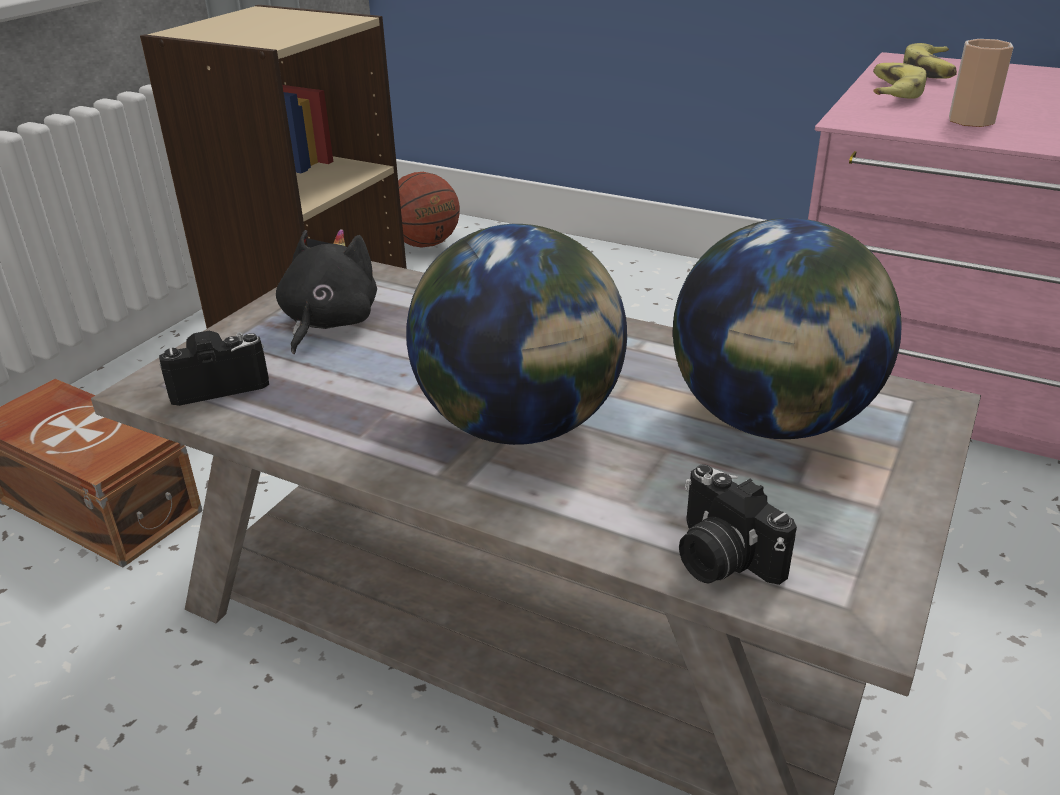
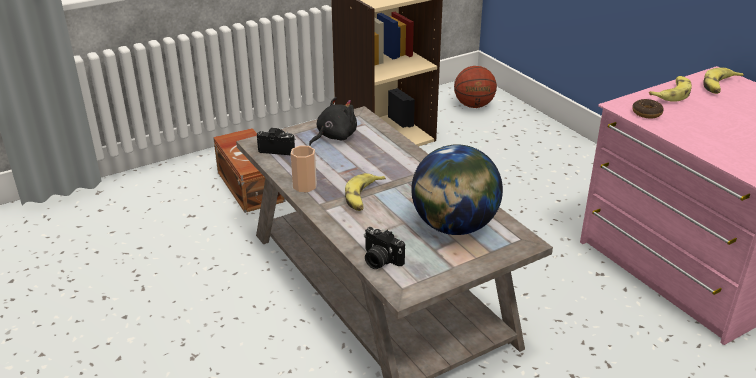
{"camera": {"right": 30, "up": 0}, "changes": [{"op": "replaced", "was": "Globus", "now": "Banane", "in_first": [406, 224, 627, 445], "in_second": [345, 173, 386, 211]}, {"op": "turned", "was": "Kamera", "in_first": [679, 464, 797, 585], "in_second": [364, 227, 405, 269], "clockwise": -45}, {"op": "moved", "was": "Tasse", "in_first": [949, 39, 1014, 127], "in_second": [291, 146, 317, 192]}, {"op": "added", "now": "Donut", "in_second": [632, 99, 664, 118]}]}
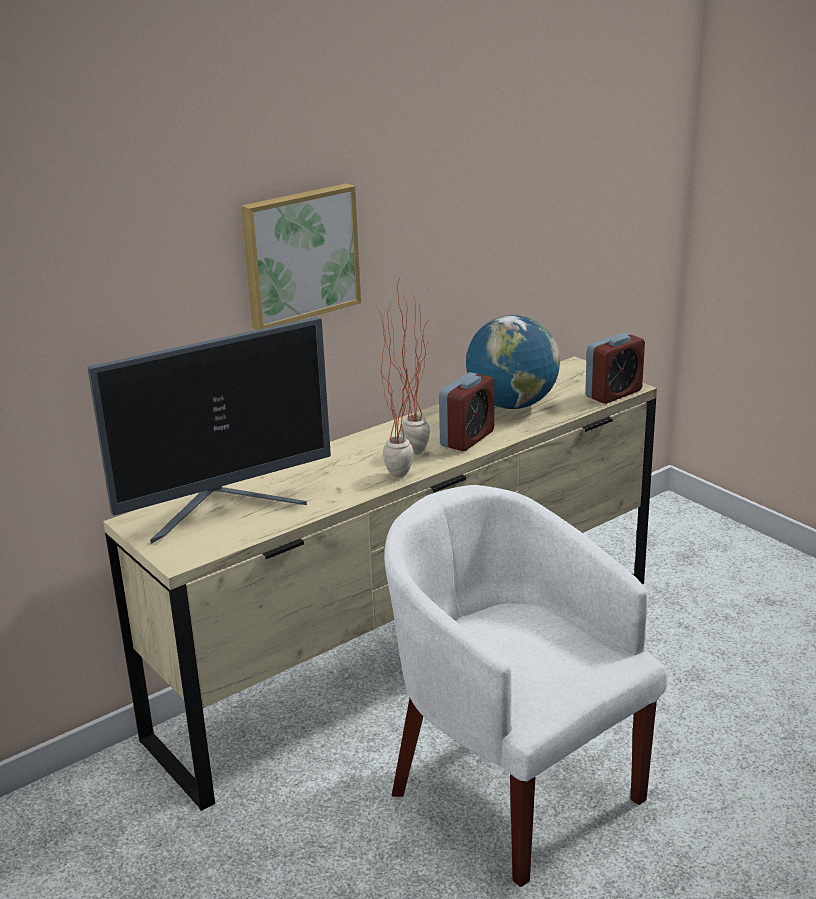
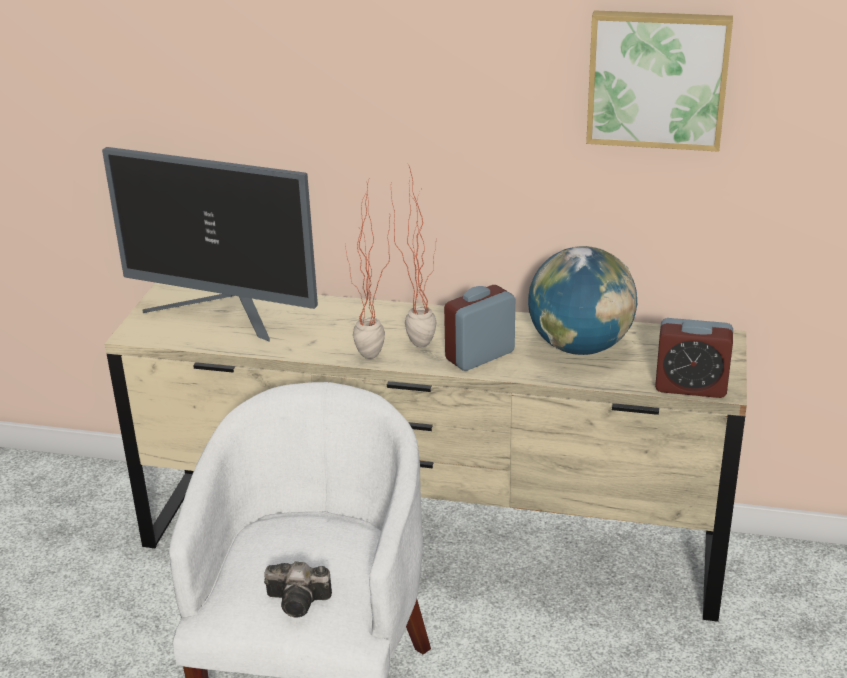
{"camera": {"right": 50, "up": 5}, "changes": [{"op": "moved", "was": "Bild", "in_first": [241, 183, 361, 330], "in_second": [586, 10, 733, 152]}, {"op": "turned", "was": "Wecker", "in_first": [439, 372, 494, 451], "in_second": [444, 285, 515, 371], "clockwise": 150}, {"op": "added", "now": "Kamera", "in_second": [264, 561, 332, 618]}]}
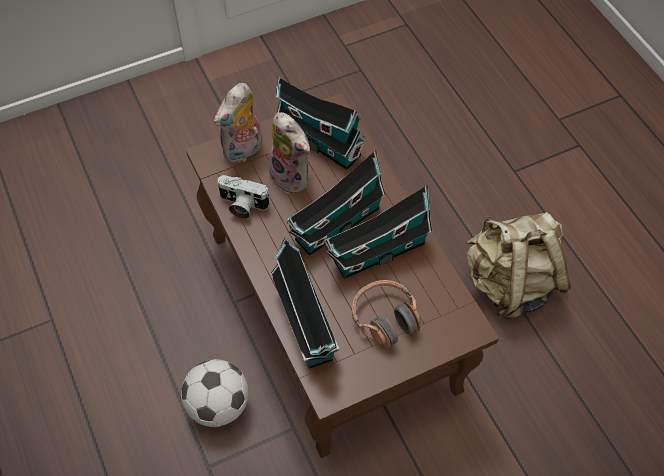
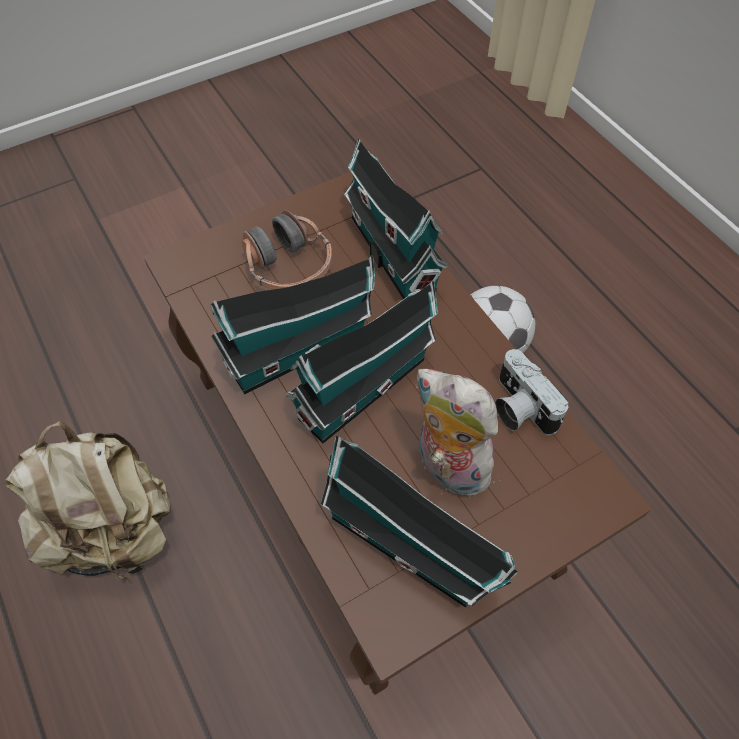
{"camera": {"right": 175, "up": 0}, "changes": [{"op": "removed", "was": "Plüschtier", "in_first": [214, 83, 263, 163]}, {"op": "turned", "was": "Kamera", "in_first": [217, 175, 270, 219], "in_second": [495, 349, 569, 435], "clockwise": -135}]}
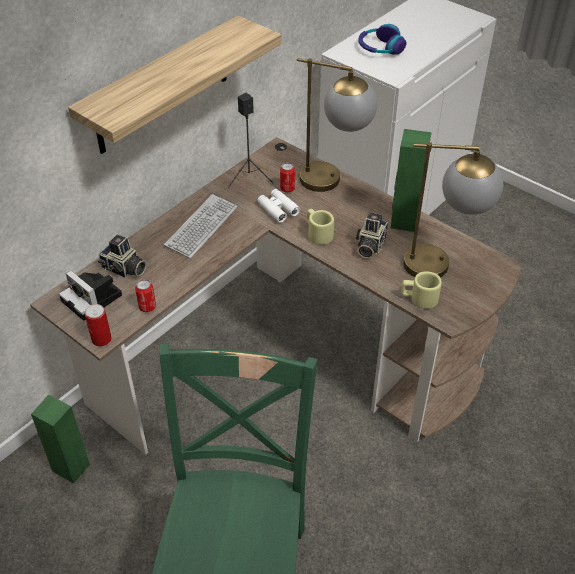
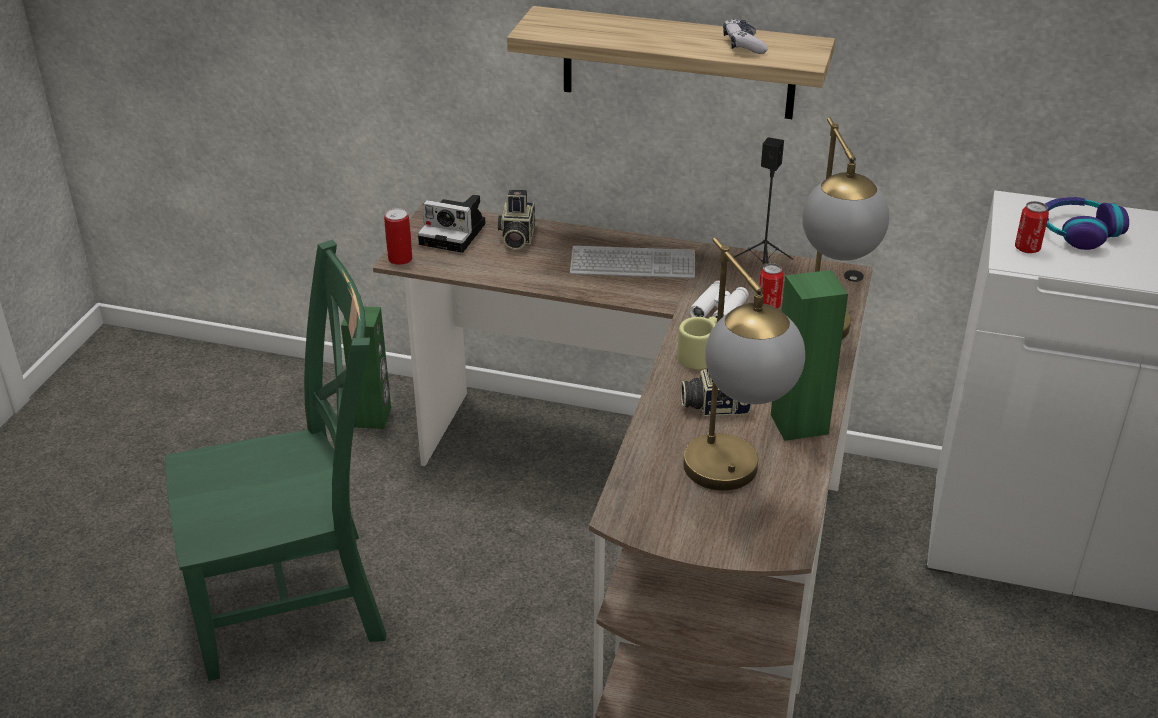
{"camera": {"right": 65, "up": -10}, "changes": [{"op": "turned", "was": "Kamera", "in_first": [59, 270, 122, 321], "in_second": [418, 194, 485, 253], "clockwise": -90}, {"op": "moved", "was": "Dose", "in_first": [135, 279, 156, 312], "in_second": [1015, 201, 1049, 253]}, {"op": "removed", "was": "Henkelbecher/beige", "in_first": [401, 271, 442, 309]}, {"op": "added", "now": "Gamepad", "in_second": [723, 19, 768, 54]}]}
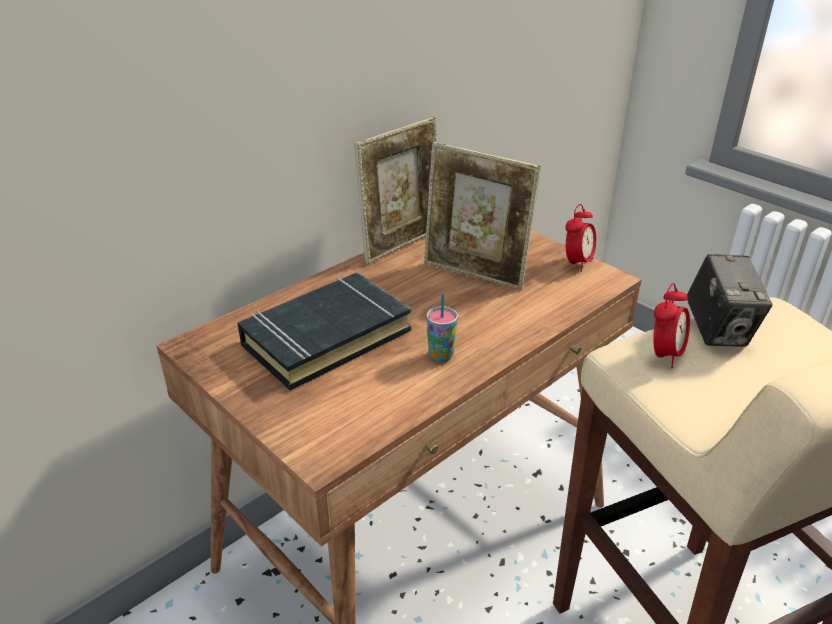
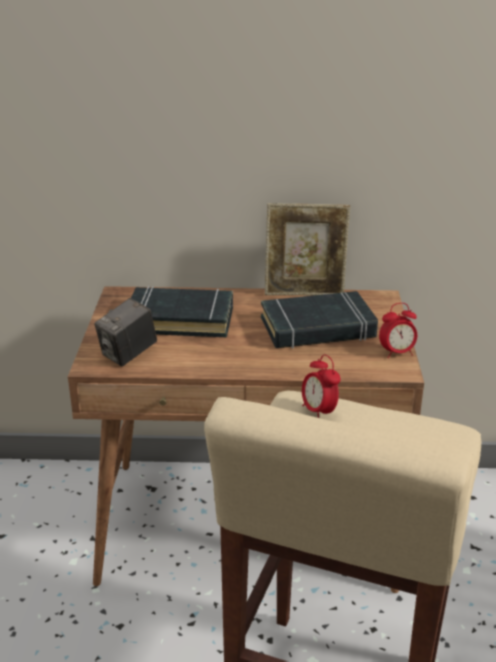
{"camera": {"right": 45, "up": -5}, "changes": [{"op": "replaced", "was": "Bilderrahmen", "now": "Buch/schwarz", "in_first": [424, 142, 541, 290], "in_second": [261, 291, 378, 349]}, {"op": "removed", "was": "Tasse", "in_first": [426, 293, 458, 362]}, {"op": "turned", "was": "Wecker", "in_first": [653, 283, 690, 368], "in_second": [302, 354, 341, 418], "clockwise": 75}, {"op": "moved", "was": "Kamera", "in_first": [687, 254, 773, 347], "in_second": [94, 298, 157, 366]}]}
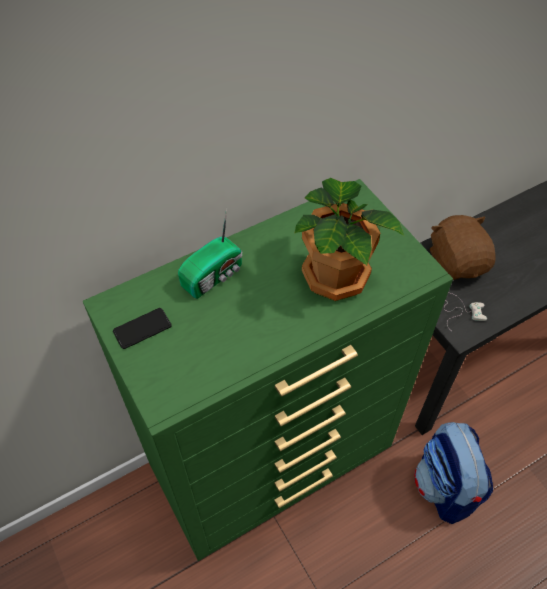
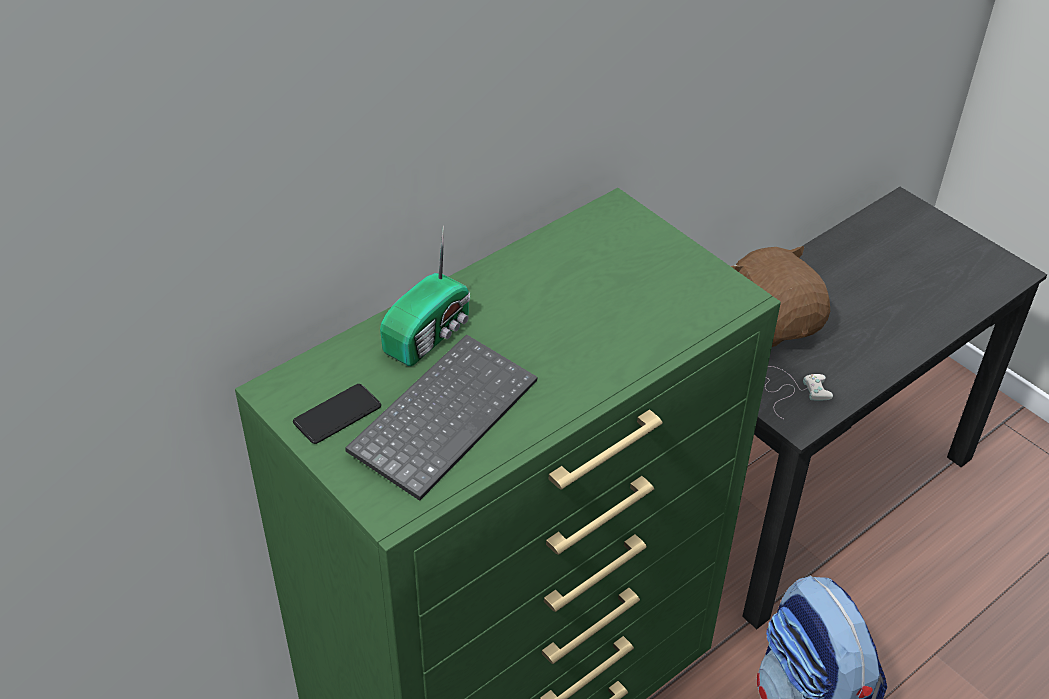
{"camera": {"right": -10, "up": -10}, "changes": [{"op": "removed", "was": "Topfpflanze", "in_first": [294, 178, 404, 301]}, {"op": "added", "now": "Tastatur", "in_second": [345, 334, 538, 501]}]}
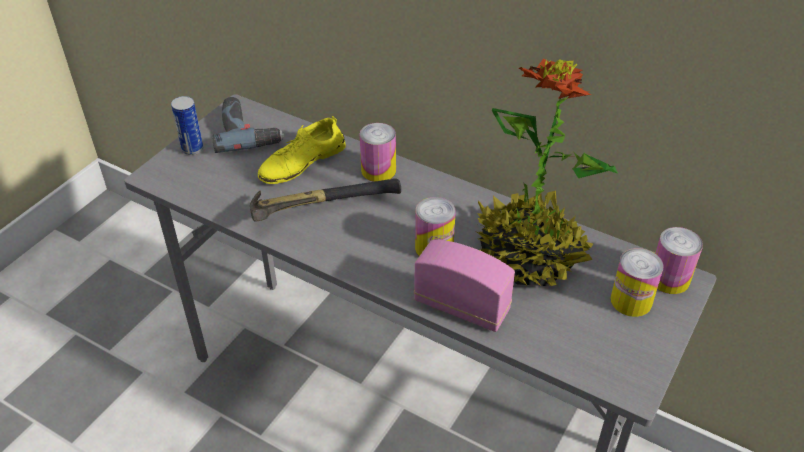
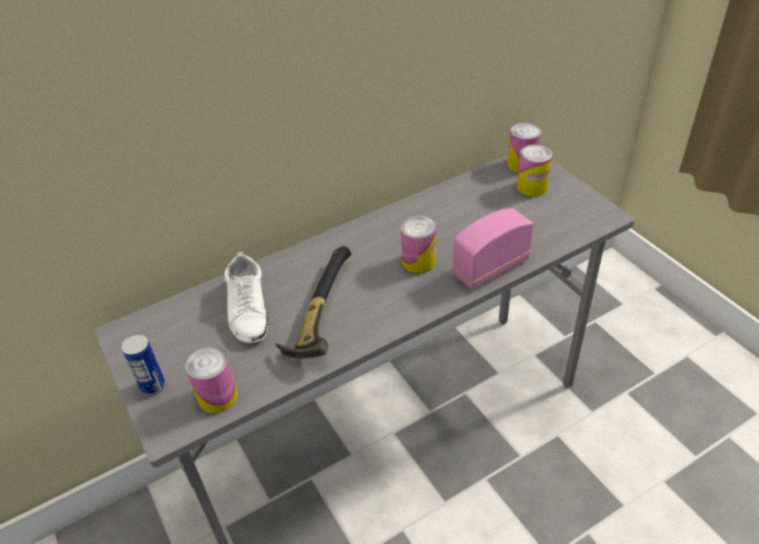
{"camera": {"right": -60, "up": 0}, "changes": [{"op": "removed", "was": "Bohrmaschine", "in_first": [212, 97, 285, 153]}, {"op": "recoloured", "was": "Schuh/gelb", "now": "Schuh/weiß", "in_first": [258, 116, 346, 184], "in_second": [223, 252, 268, 343]}, {"op": "moved", "was": "Dose", "in_first": [360, 123, 396, 182], "in_second": [185, 347, 238, 413]}, {"op": "removed", "was": "Topfpflanze", "in_first": [477, 59, 618, 286]}]}
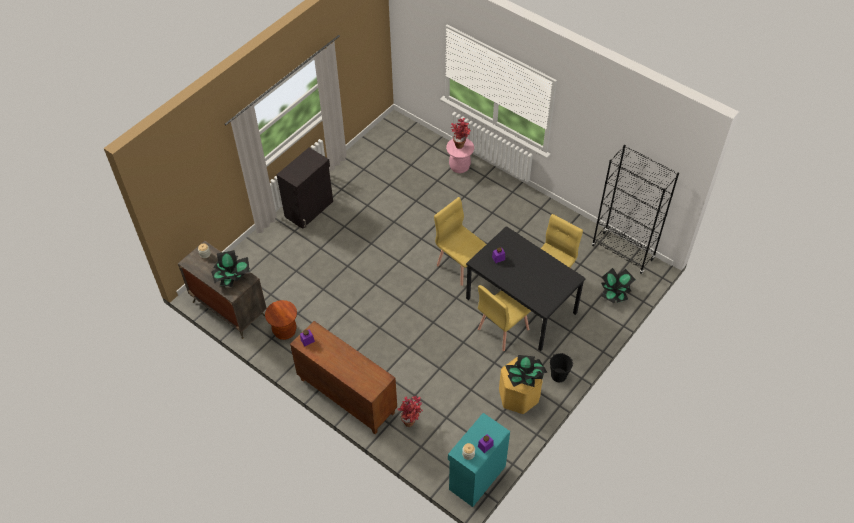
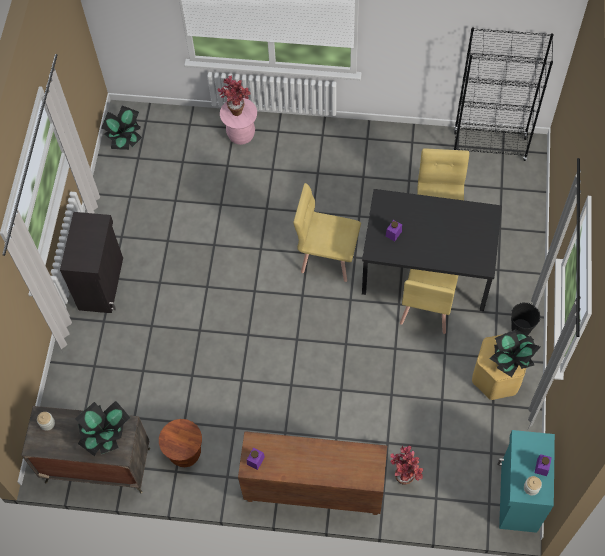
{"camera": {"right": -30, "up": 10}, "changes": [{"op": "moved", "was": "Topfpflanze", "in_first": [601, 268, 636, 303], "in_second": [101, 105, 142, 150]}]}
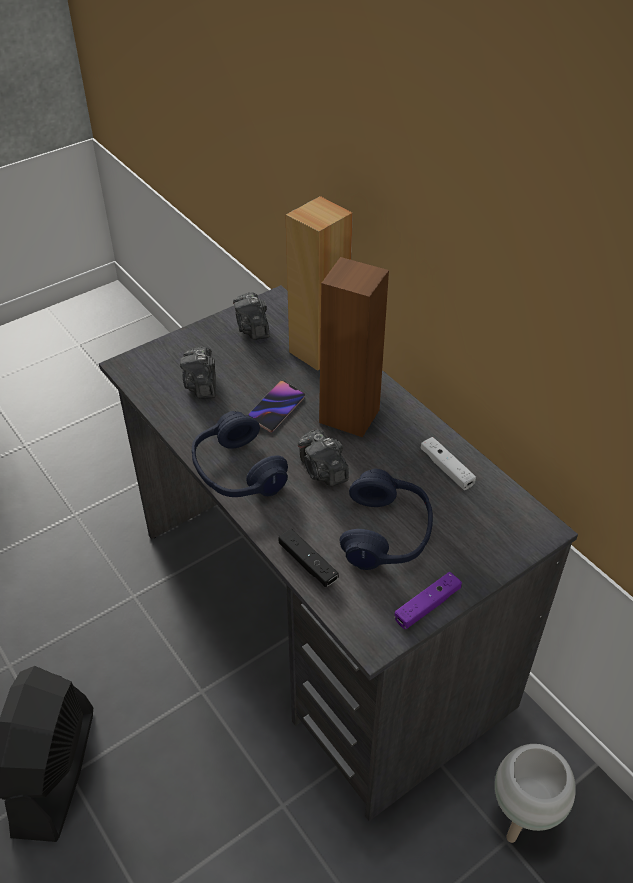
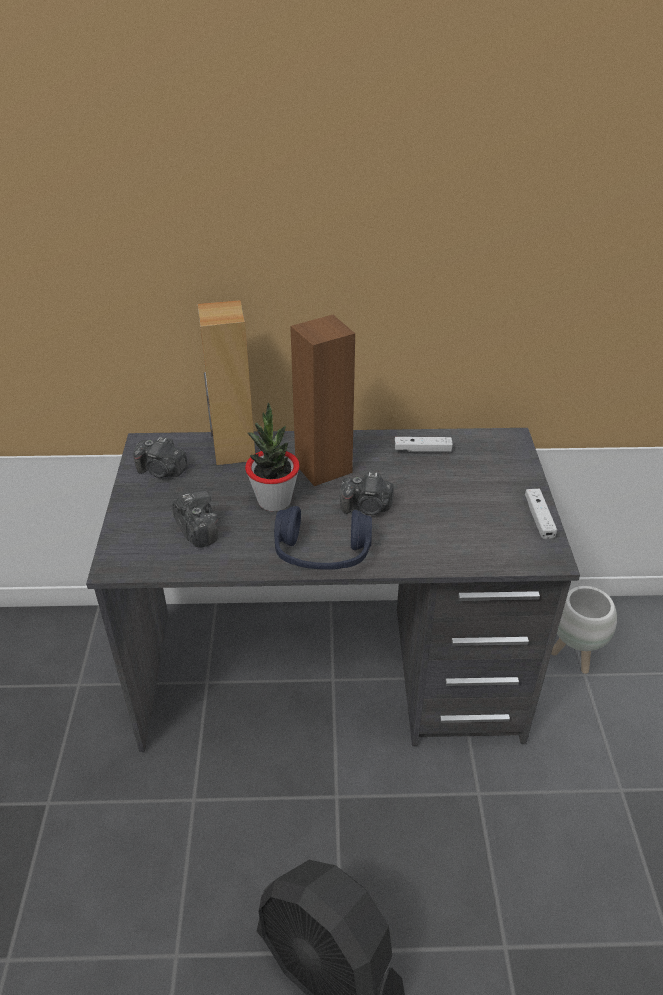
{"camera": {"right": -55, "up": -5}, "changes": [{"op": "turned", "was": "Kamera", "in_first": [180, 347, 216, 399], "in_second": [172, 491, 218, 548], "clockwise": -150}, {"op": "replaced", "was": "Handy", "now": "Topfpflanze", "in_first": [248, 381, 305, 432], "in_second": [245, 403, 300, 511]}, {"op": "removed", "was": "Gamepad/schwarz", "in_first": [278, 529, 339, 587]}, {"op": "removed", "was": "Kopfhörer/blau", "in_first": [340, 469, 433, 570]}, {"op": "recoloured", "was": "Gamepad/lila", "now": "Gamepad/weiß", "in_first": [394, 572, 462, 629], "in_second": [525, 489, 557, 539]}]}
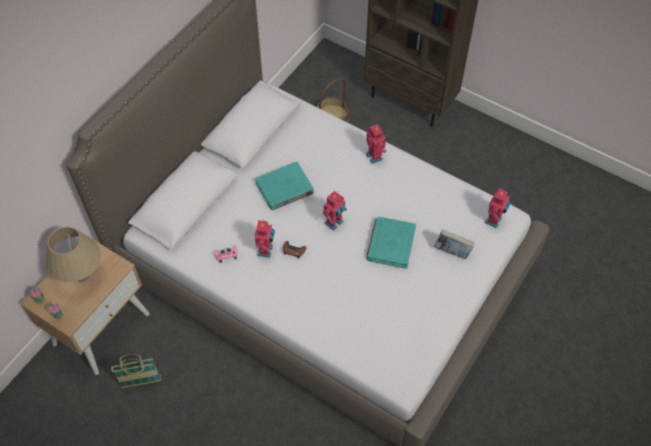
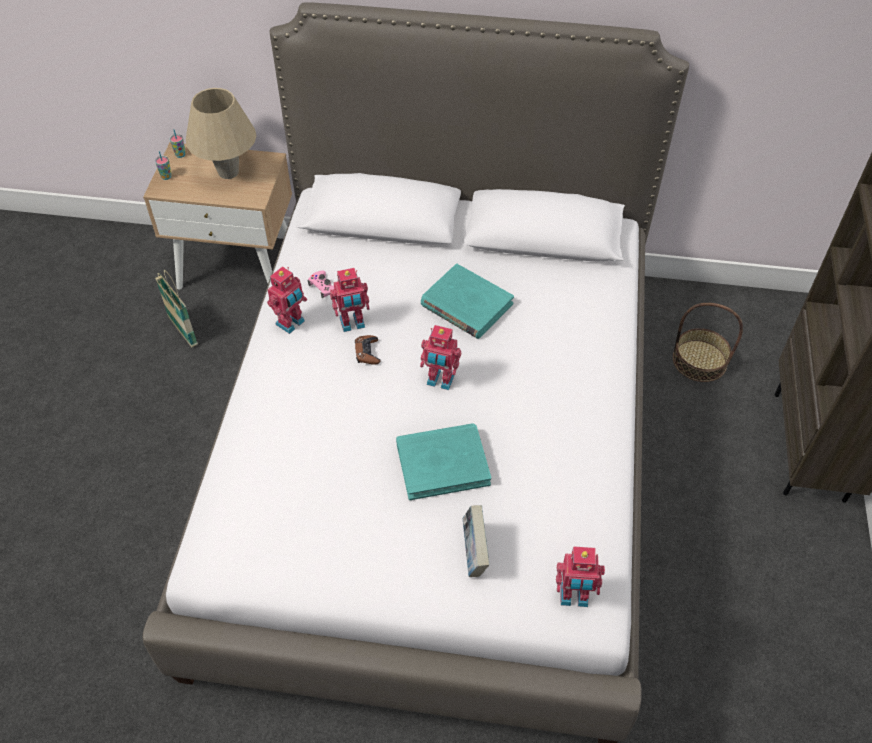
{"camera": {"right": 65, "up": -5}, "changes": [{"op": "moved", "was": "Spielzeugroboter", "in_first": [366, 124, 387, 164], "in_second": [267, 266, 307, 334]}]}
